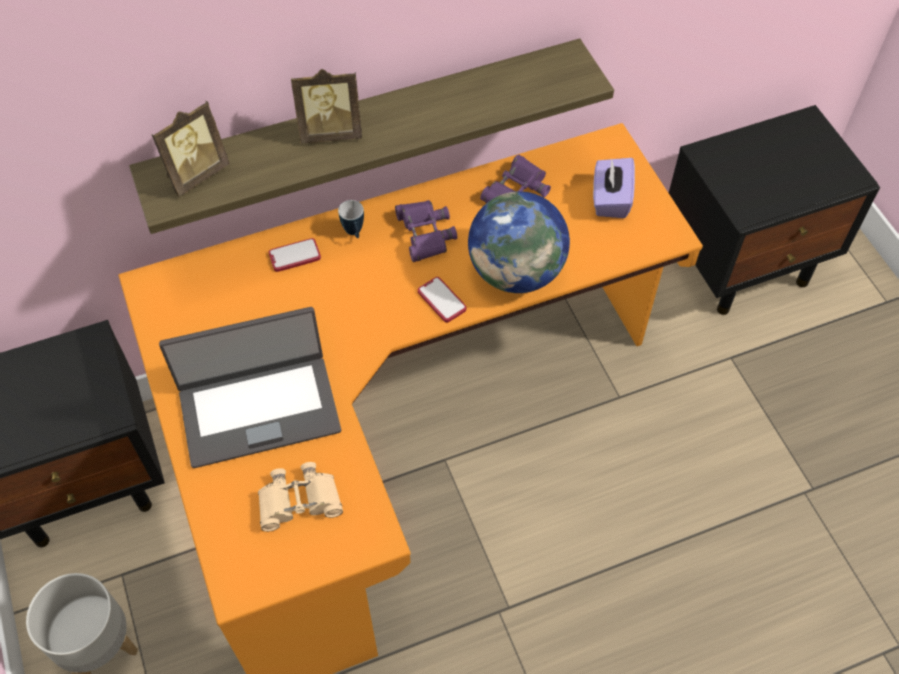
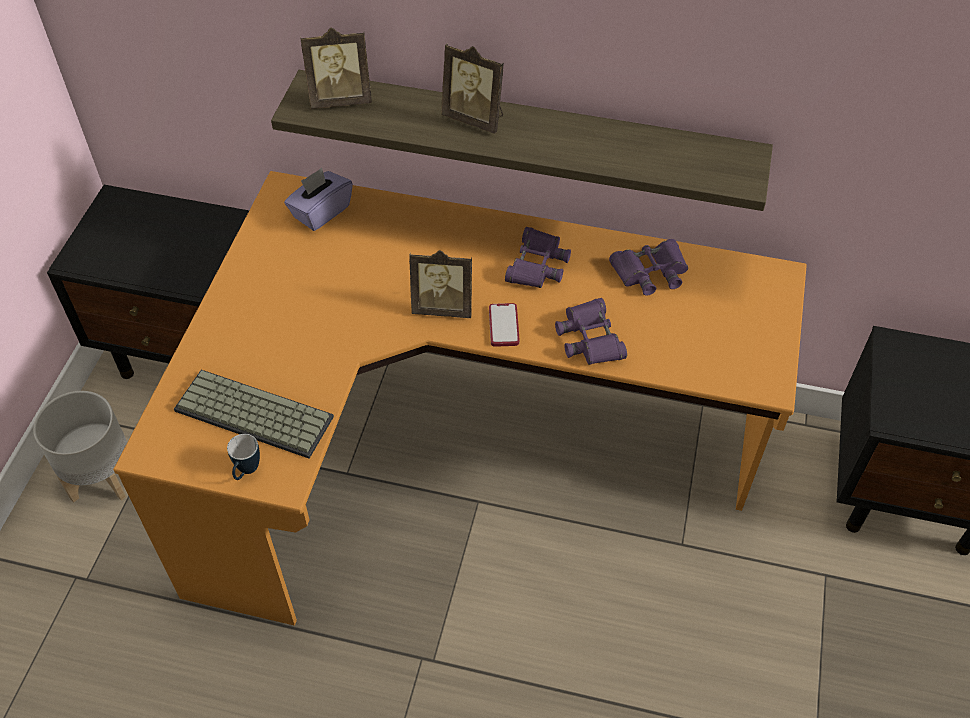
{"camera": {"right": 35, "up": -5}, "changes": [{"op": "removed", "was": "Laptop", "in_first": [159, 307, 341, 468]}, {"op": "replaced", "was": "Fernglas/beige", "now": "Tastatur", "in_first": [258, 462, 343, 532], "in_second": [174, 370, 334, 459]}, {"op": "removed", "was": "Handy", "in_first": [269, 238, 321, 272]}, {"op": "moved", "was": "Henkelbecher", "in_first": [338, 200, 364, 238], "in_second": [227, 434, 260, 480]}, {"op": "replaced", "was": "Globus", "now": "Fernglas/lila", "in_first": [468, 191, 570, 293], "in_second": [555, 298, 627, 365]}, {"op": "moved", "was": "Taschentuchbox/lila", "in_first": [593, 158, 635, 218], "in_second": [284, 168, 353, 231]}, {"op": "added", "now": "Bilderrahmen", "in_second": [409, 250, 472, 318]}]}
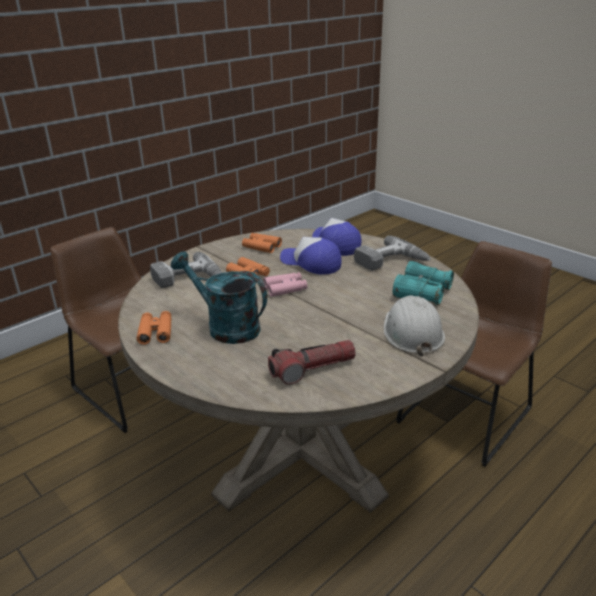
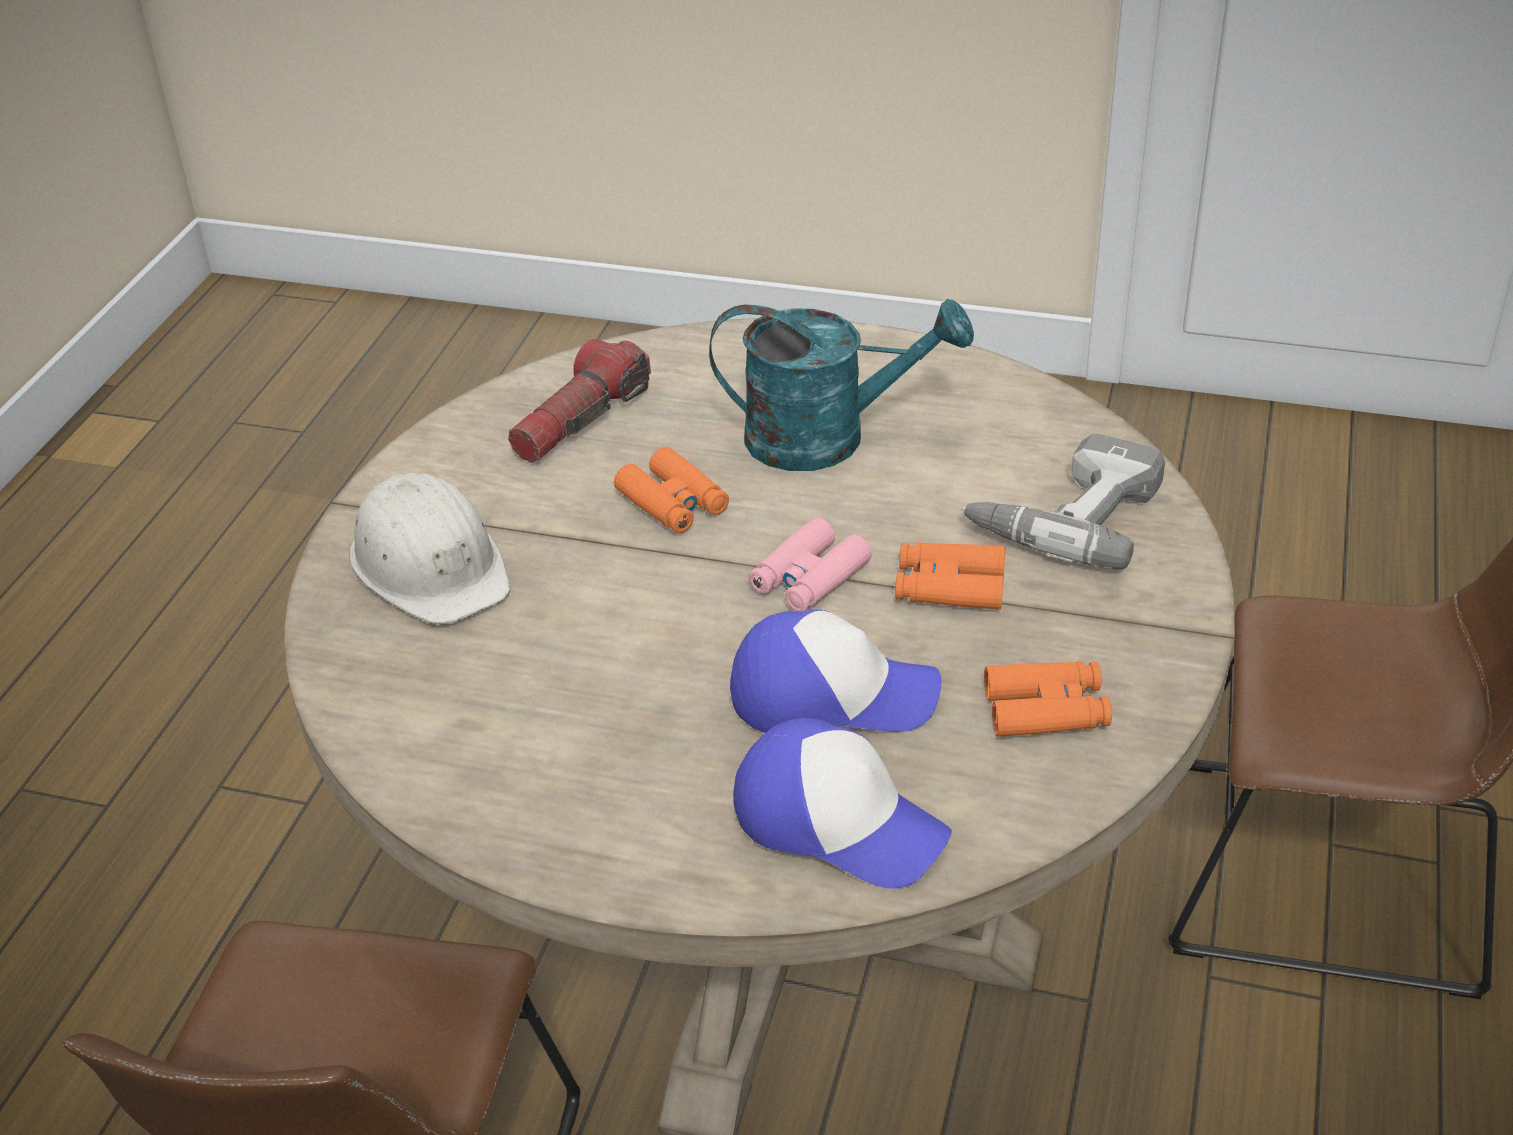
{"camera": {"right": 150, "up": 10}, "changes": [{"op": "moved", "was": "Fernglas/orange", "in_first": [137, 311, 172, 345], "in_second": [614, 447, 729, 533]}, {"op": "removed", "was": "Bohrmaschine", "in_first": [354, 235, 430, 271]}, {"op": "removed", "was": "Fernglas/türkis", "in_first": [393, 261, 454, 305]}]}
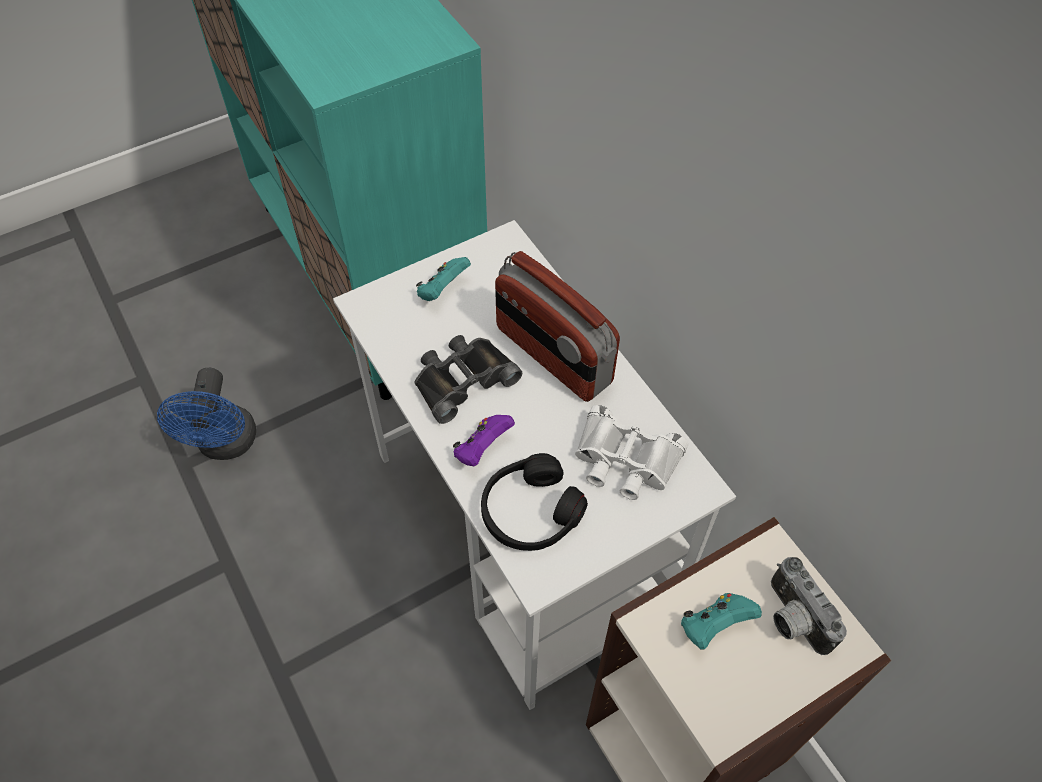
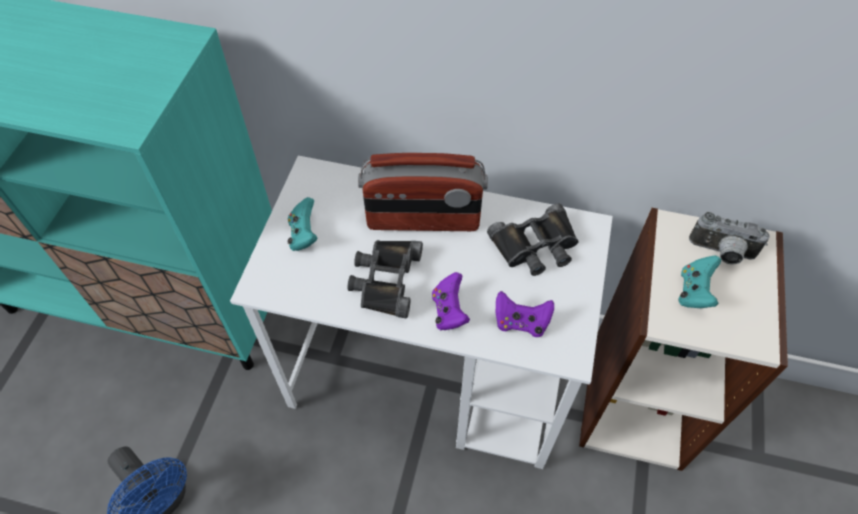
{"camera": {"right": -45, "up": 0}, "changes": [{"op": "replaced", "was": "Kopfhörer/schwarz", "now": "Gamepad/lila", "in_first": [481, 453, 588, 551], "in_second": [496, 291, 554, 337]}, {"op": "recoloured", "was": "Fernglas/weiß", "now": "Fernglas/schwarz", "in_first": [575, 405, 688, 500], "in_second": [487, 204, 578, 276]}]}
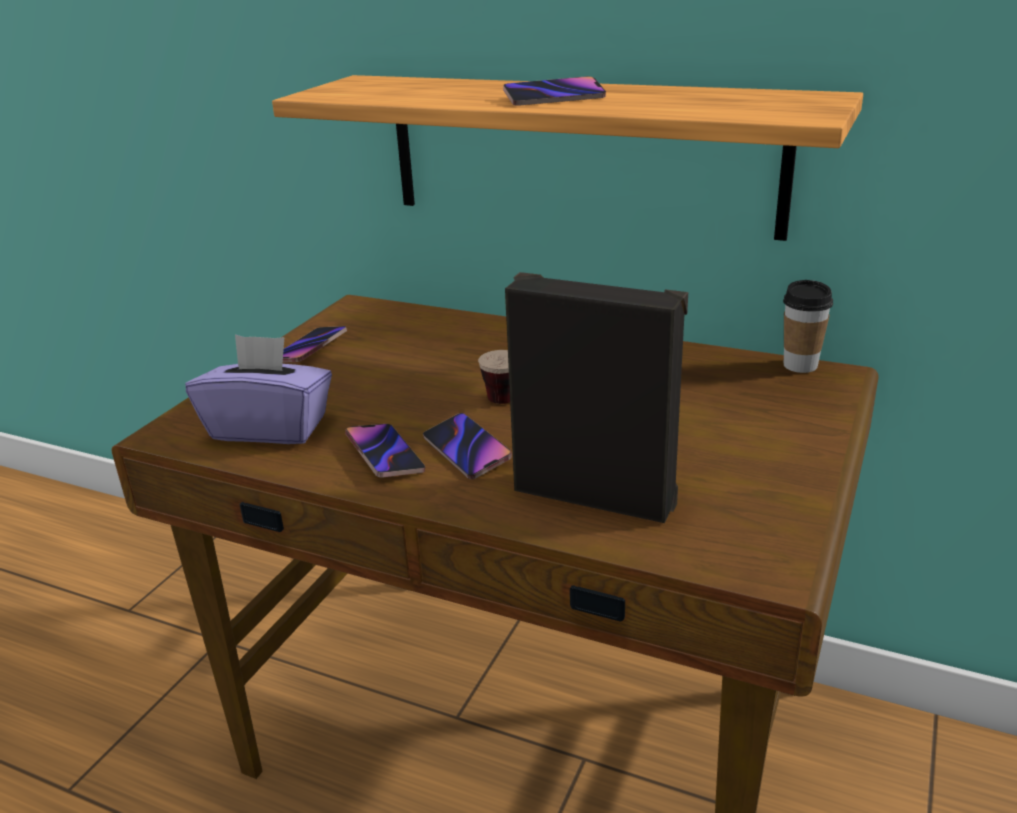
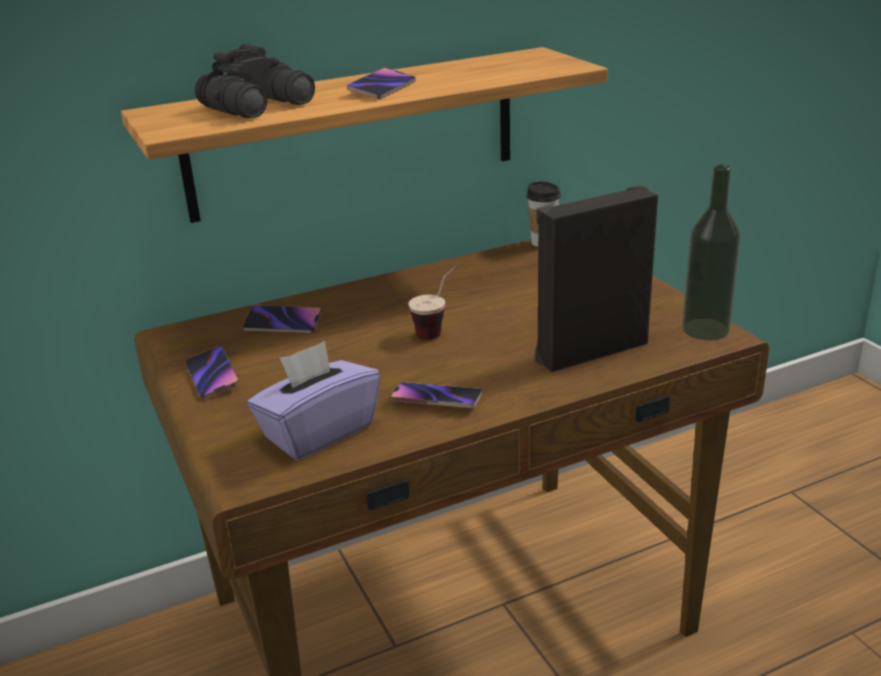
{"camera": {"right": -50, "up": 0}, "changes": [{"op": "moved", "was": "Handy", "in_first": [423, 413, 512, 479], "in_second": [242, 306, 322, 333]}, {"op": "added", "now": "Fernglas/schwarz", "in_second": [195, 44, 315, 118]}, {"op": "added", "now": "Flasche", "in_second": [682, 164, 740, 340]}]}
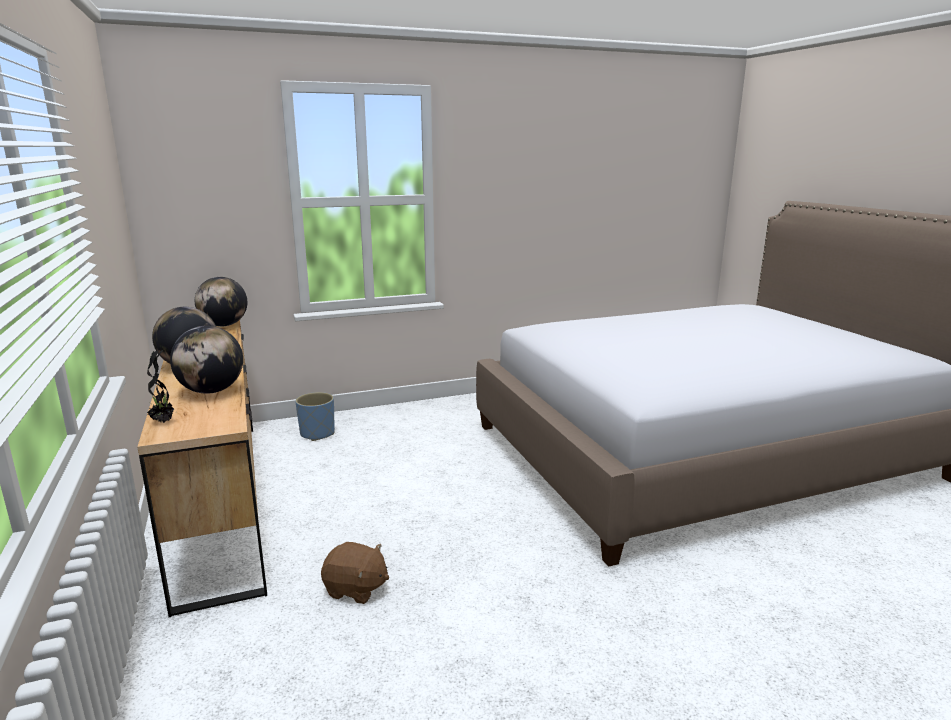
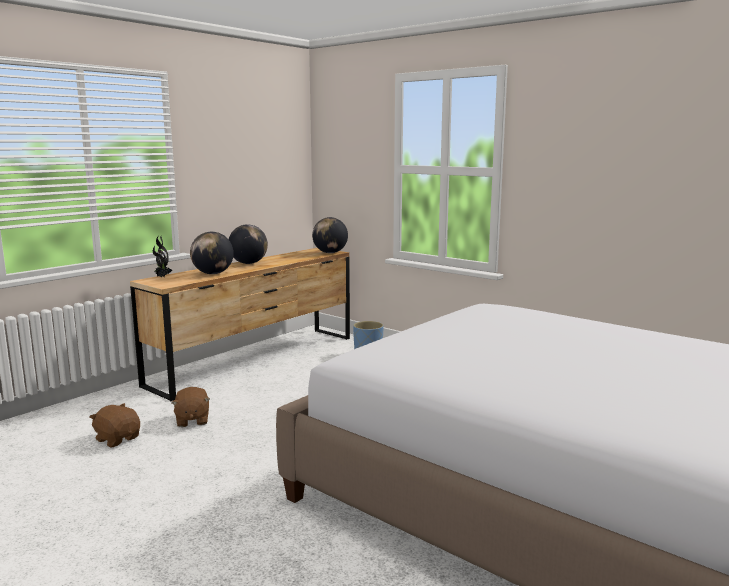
{"camera": {"right": 60, "up": -5}, "changes": [{"op": "added", "now": "Plüschtier/braun", "in_second": [89, 403, 140, 448]}]}
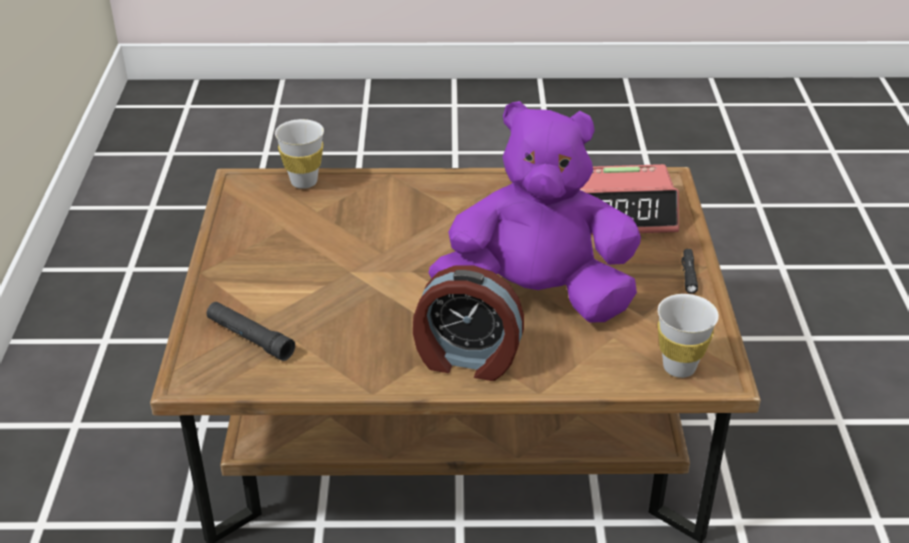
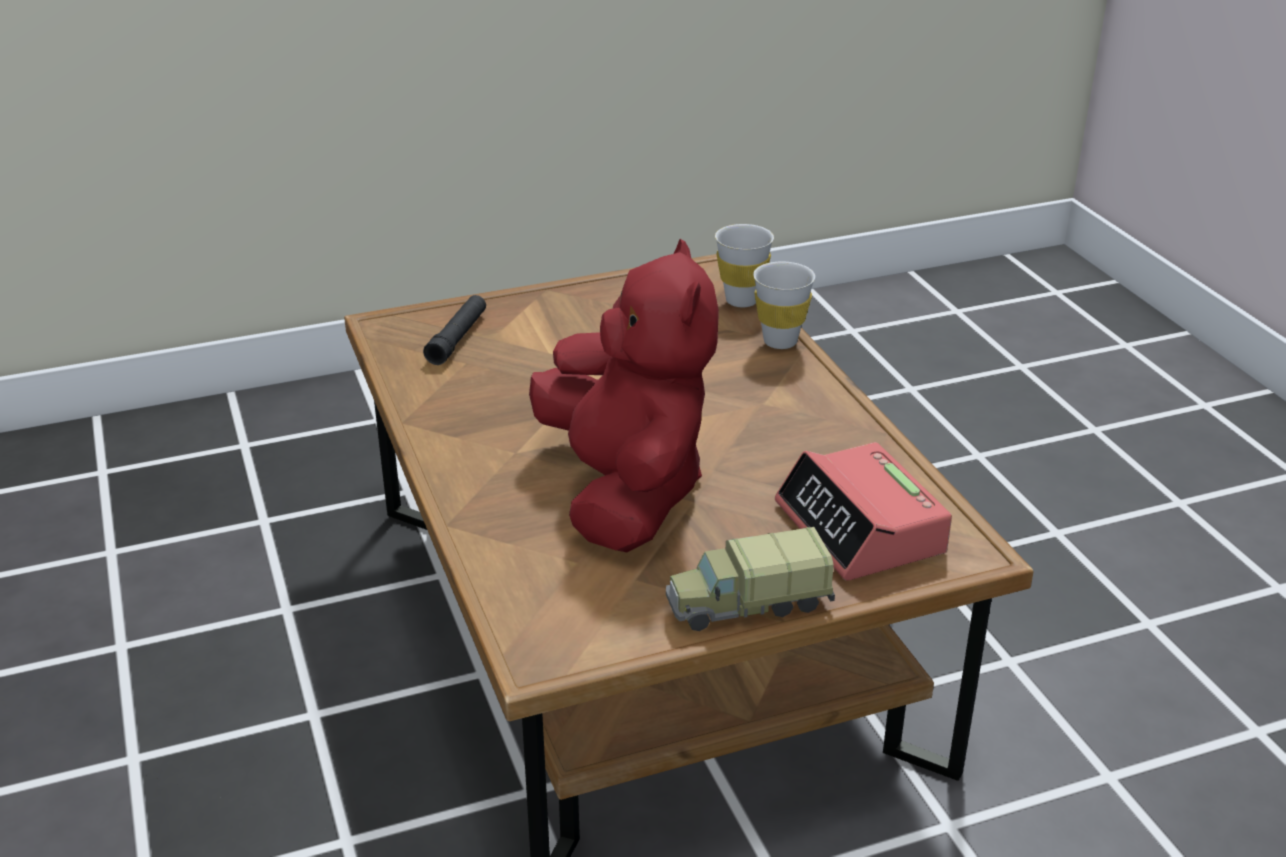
{"camera": {"right": 70, "up": -5}, "changes": [{"op": "removed", "was": "Wecker", "in_first": [413, 265, 524, 381]}, {"op": "recoloured", "was": "Plüschtier/lila", "now": "Plüschtier/rot", "in_first": [429, 101, 641, 323], "in_second": [529, 239, 719, 552]}, {"op": "moved", "was": "Tasse/weiß", "in_first": [658, 294, 719, 378], "in_second": [753, 262, 815, 349]}, {"op": "replaced", "was": "Taschenlampe/schwarz", "now": "Spielzeuglaster", "in_first": [682, 249, 698, 294], "in_second": [666, 527, 835, 631]}]}
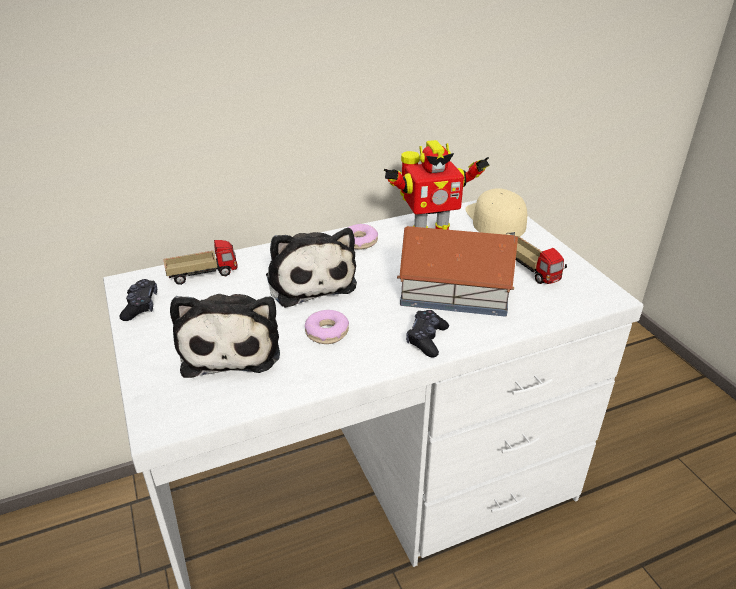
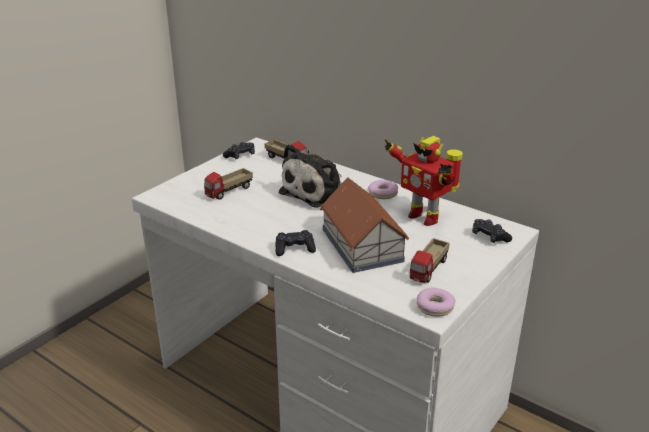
{"camera": {"right": 60, "up": -5}, "changes": [{"op": "replaced", "was": "Plüschtier", "now": "Spielzeuglaster", "in_first": [170, 294, 280, 378], "in_second": [204, 168, 253, 200]}, {"op": "moved", "was": "Donut", "in_first": [305, 310, 349, 344], "in_second": [417, 287, 456, 317]}, {"op": "replaced", "was": "Kappe/beige", "now": "Gamepad/schwarz", "in_first": [465, 188, 527, 237], "in_second": [472, 219, 512, 243]}]}
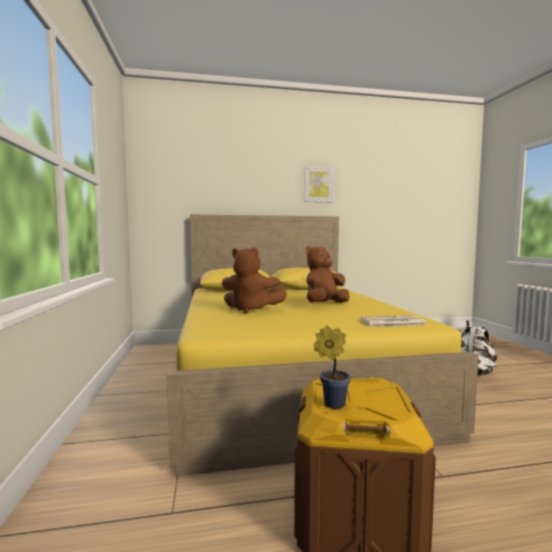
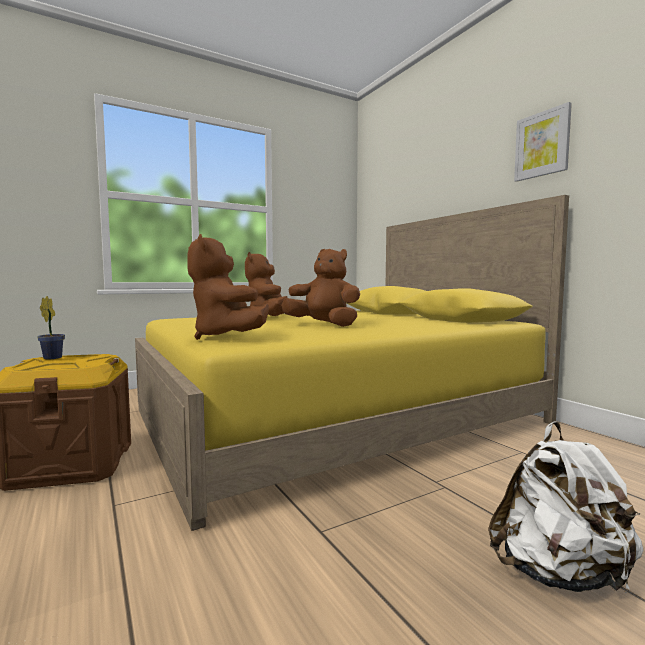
{"camera": {"right": 70, "up": 0}, "changes": [{"op": "replaced", "was": "Zeitung", "now": "Plüschtier/braun", "in_first": [360, 315, 427, 327], "in_second": [187, 234, 269, 340]}]}
